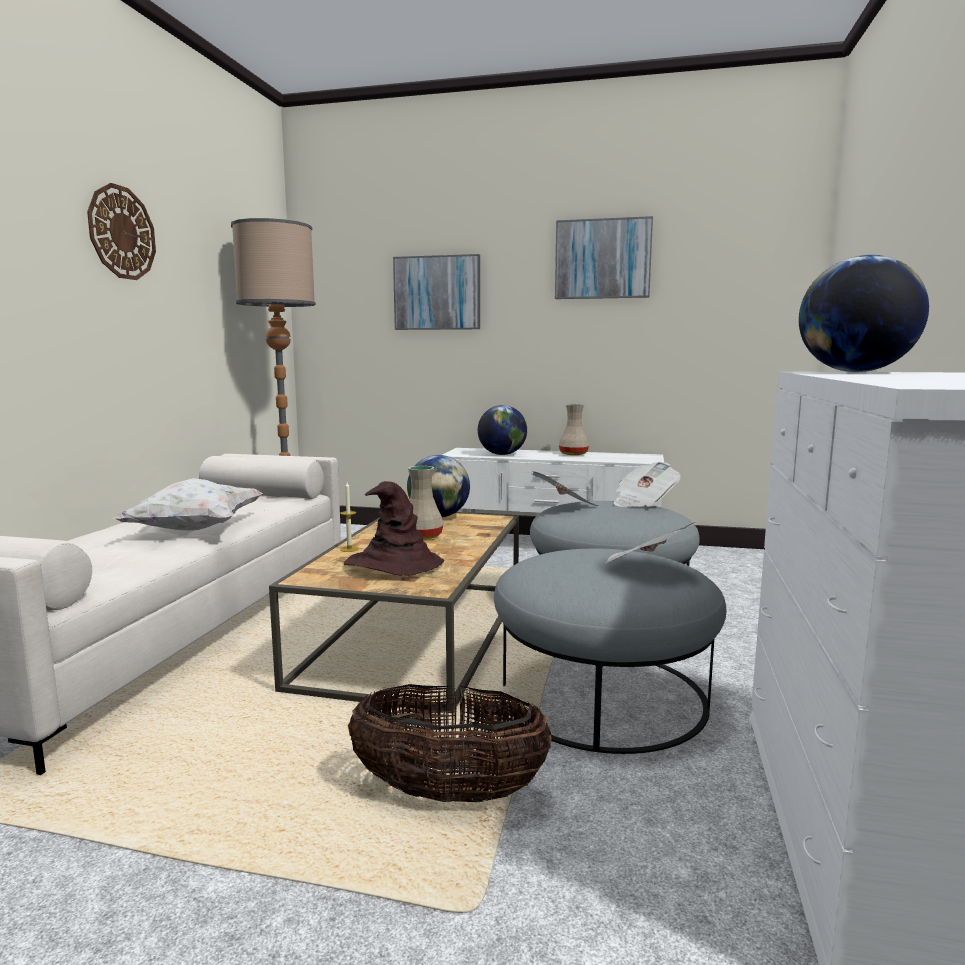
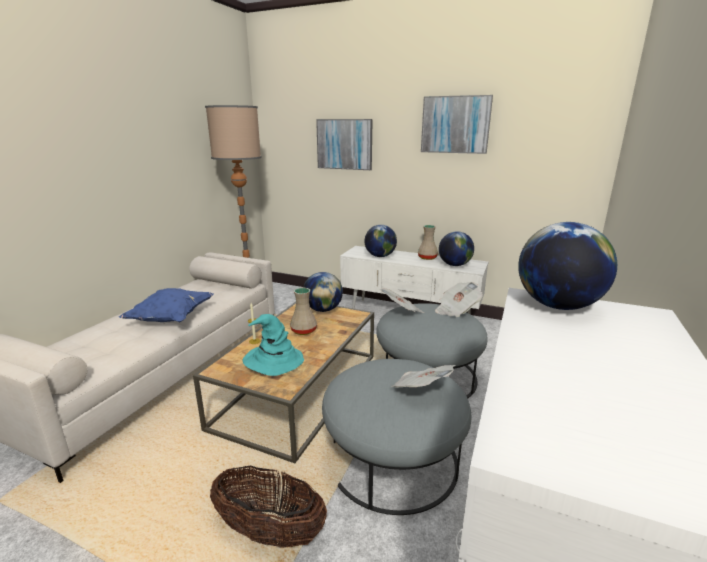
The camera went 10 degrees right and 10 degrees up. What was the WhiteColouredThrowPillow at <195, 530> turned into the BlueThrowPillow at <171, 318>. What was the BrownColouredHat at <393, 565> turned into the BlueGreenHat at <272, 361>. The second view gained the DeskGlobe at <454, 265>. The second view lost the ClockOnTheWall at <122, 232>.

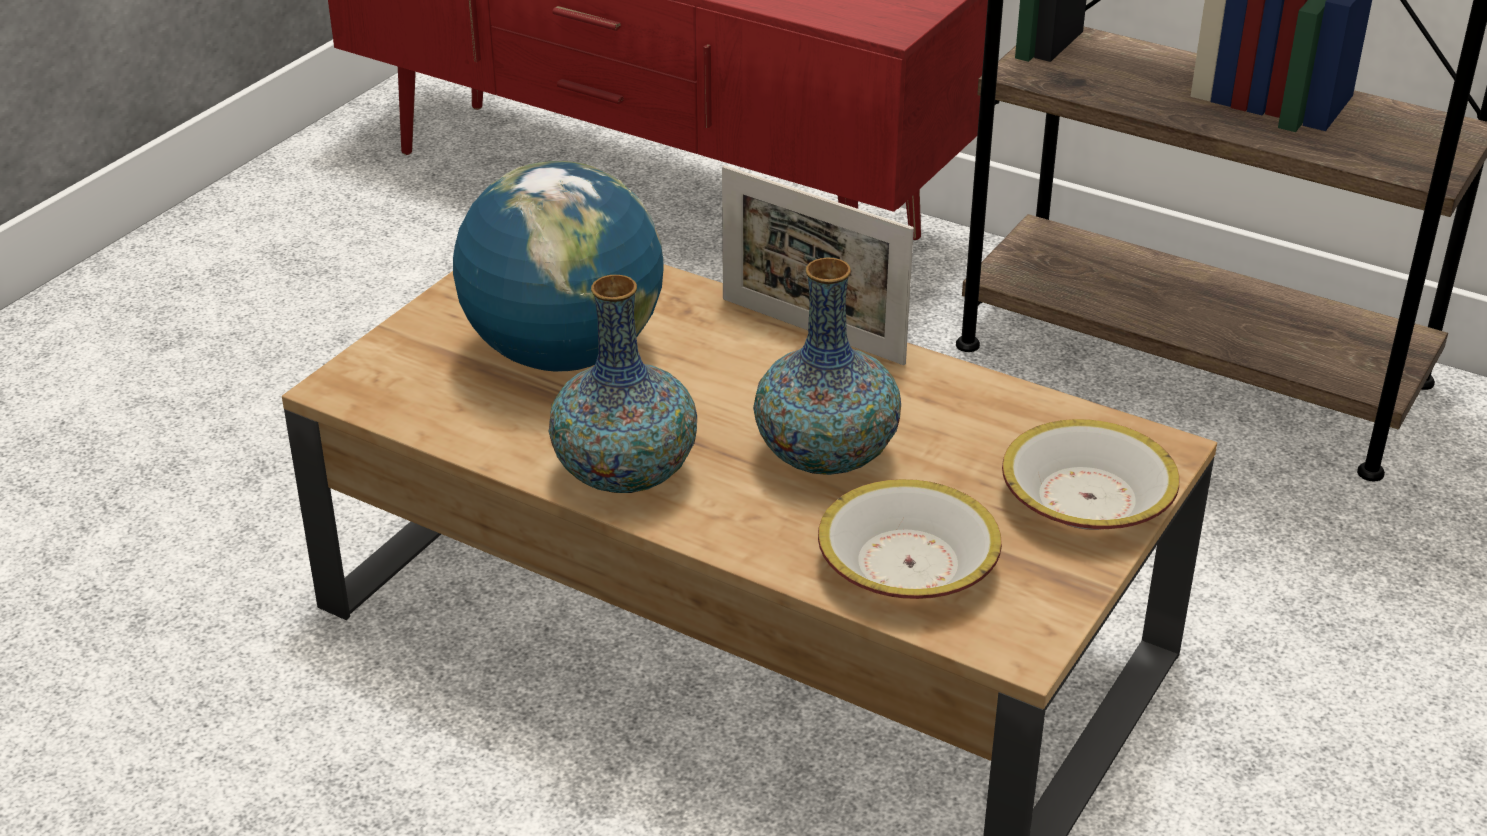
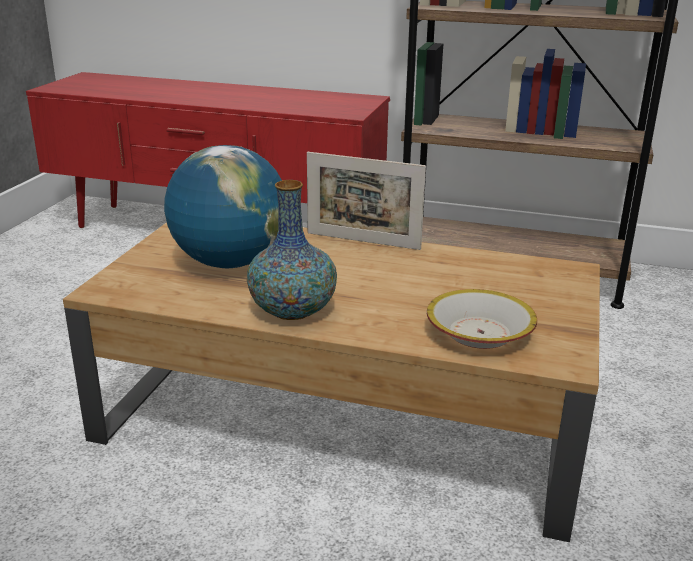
The camera went 15 degrees left and 10 degrees down. The second view lost the DecorativeVase at <826, 456>. The second view lost the Bowl at <1088, 499>.

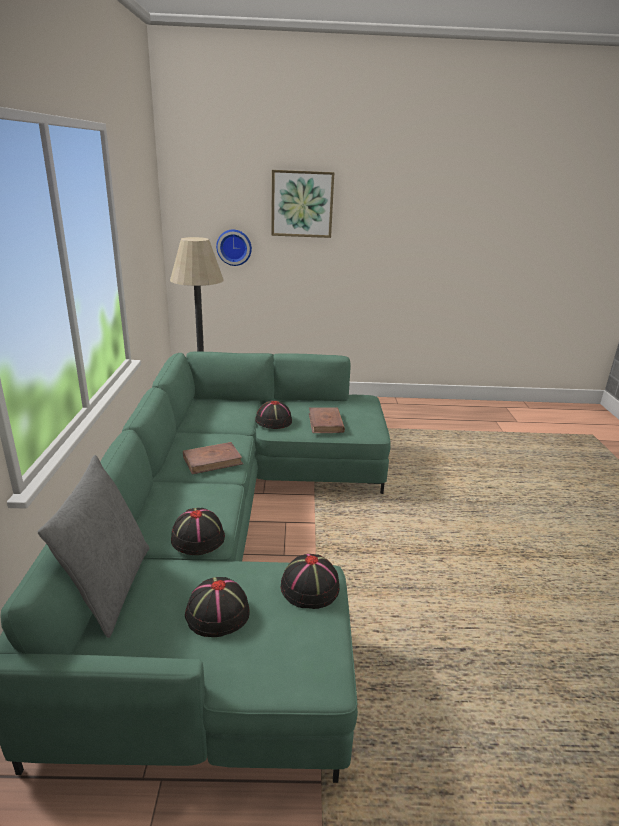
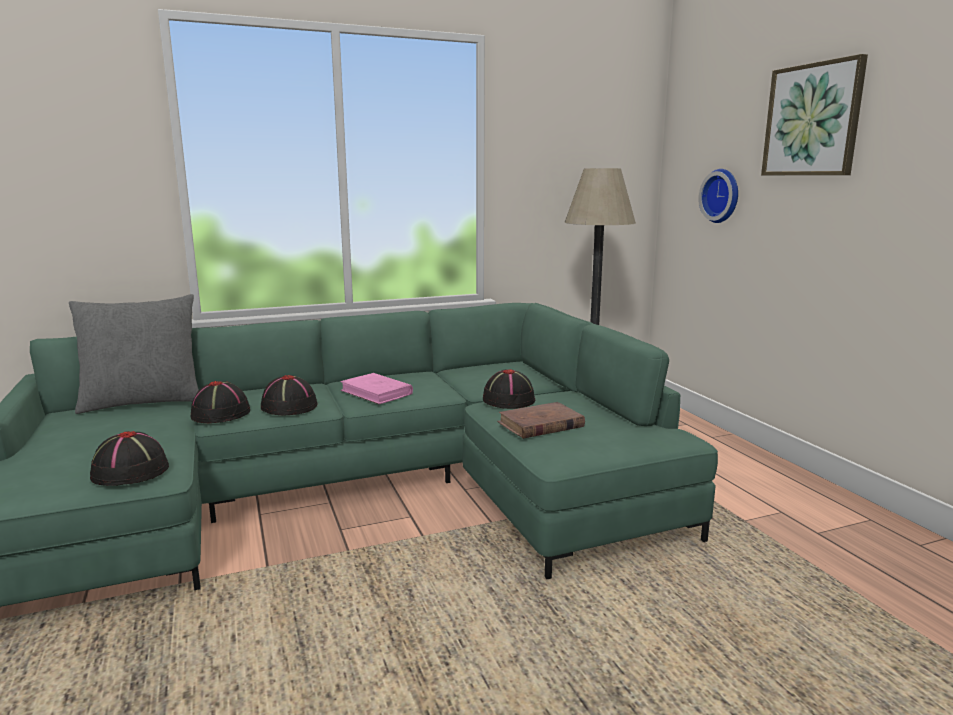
The camera went 70 degrees right and 10 degrees down. The BlackColouredHat ended up elsewhere, having gone from <217, 613> to <288, 406>. What was the BrownColouredVolume at <213, 460> turned into the PinkColouredVolume at <376, 392>.

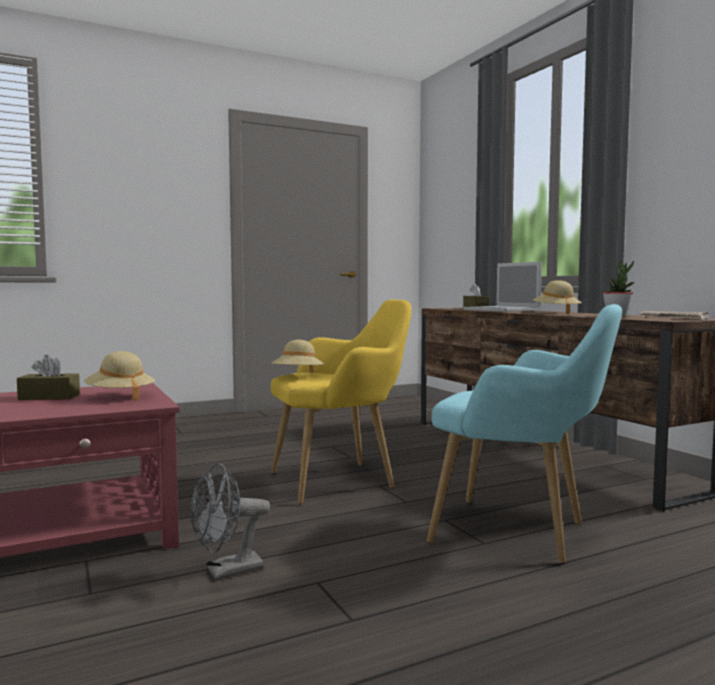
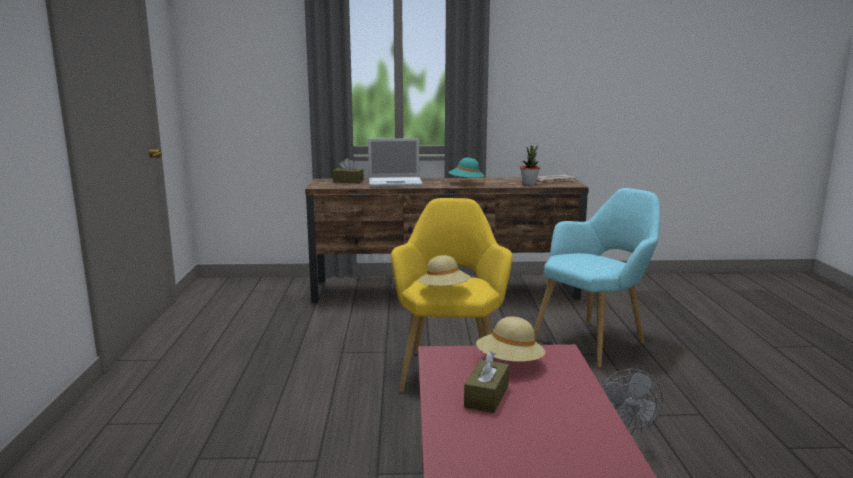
The camera went 65 degrees left and 10 degrees up. What was the BeigeHat at <556, 313> turned into the BlueGreenHat at <466, 183>.

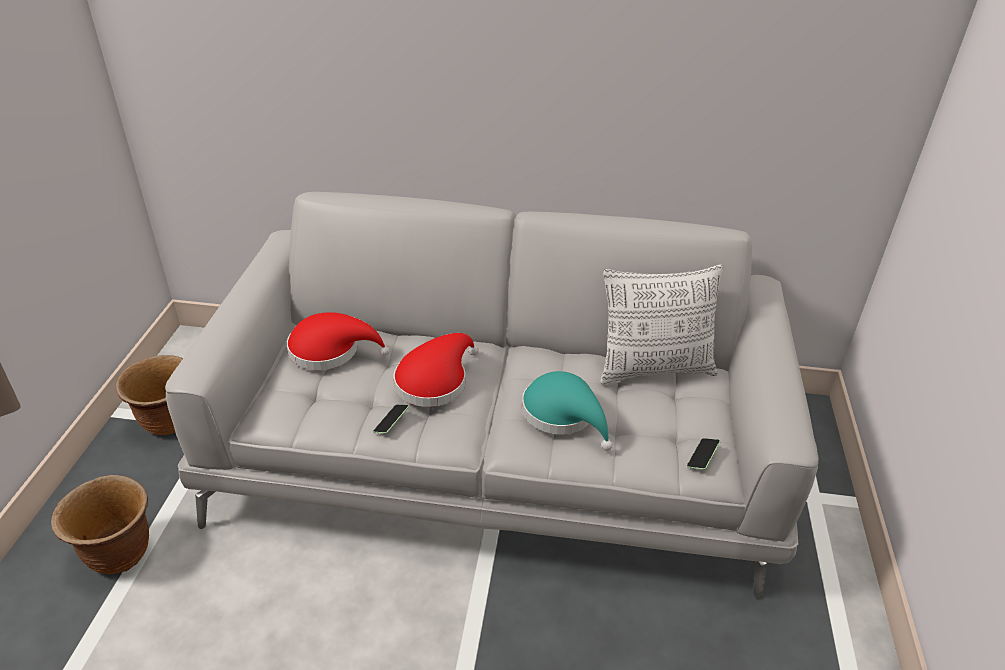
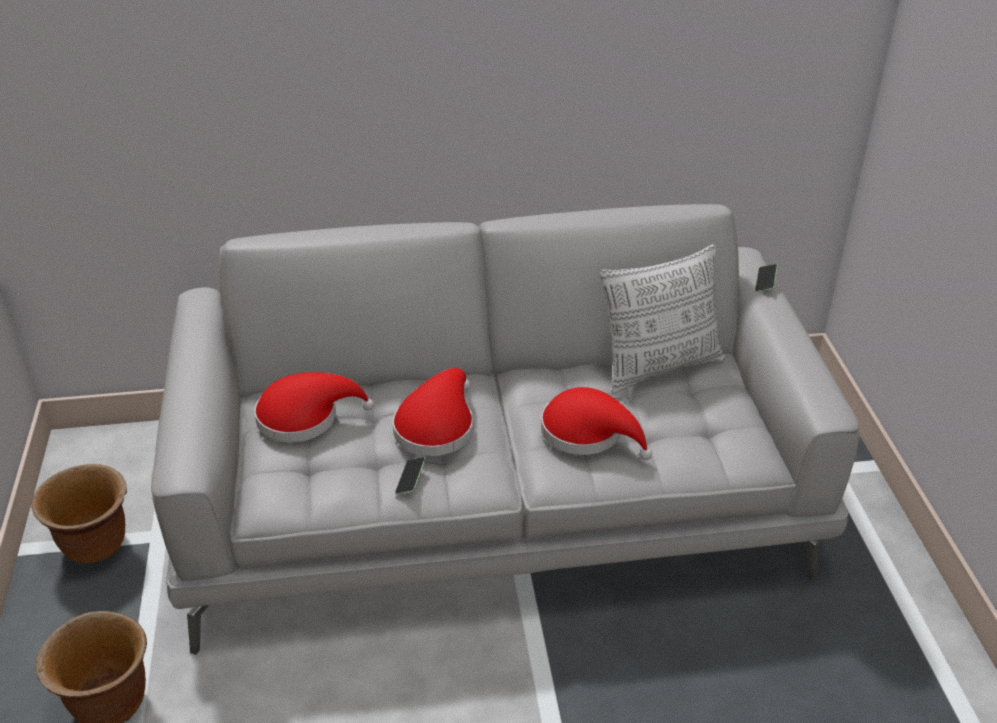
The camera went 15 degrees left and 0 degrees up. What was the BlueGreenHat at <563, 414> turned into the ReddishHat at <588, 433>. The Phone ended up elsewhere, having gone from <702, 458> to <765, 283>.

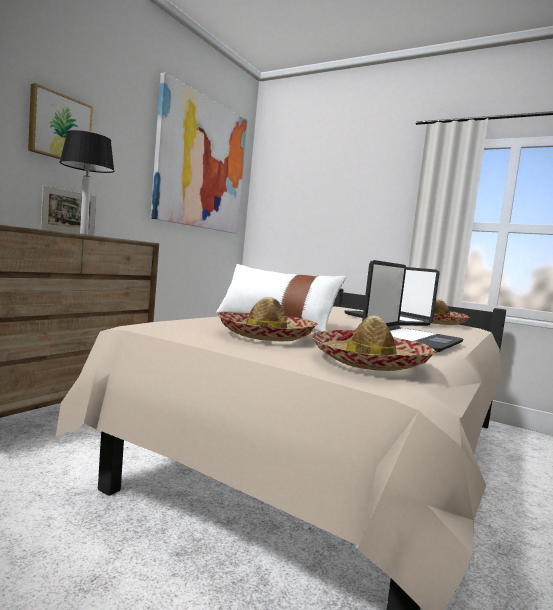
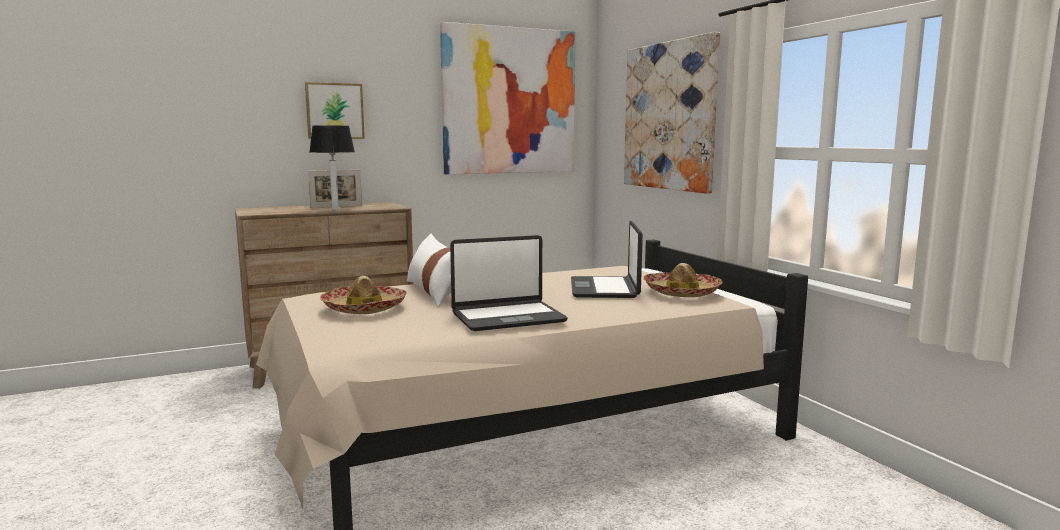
The camera went 35 degrees right and 5 degrees up. The second view gained the Picture at <669, 116>. The second view lost the Hat at <369, 362>.

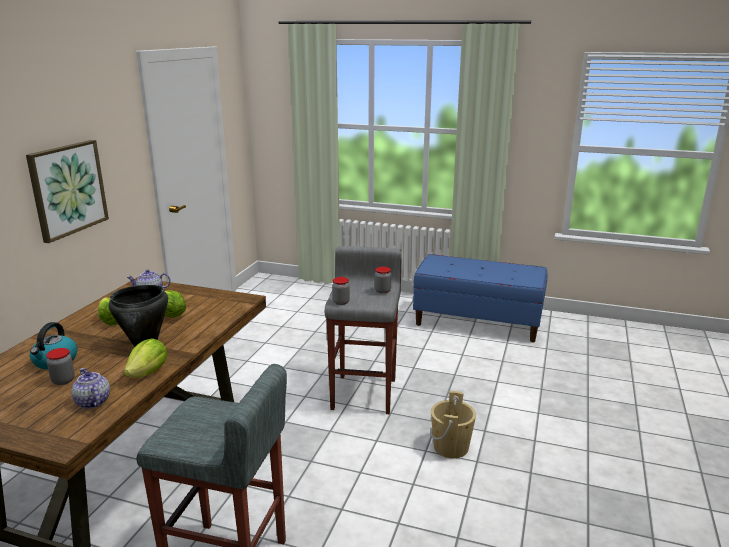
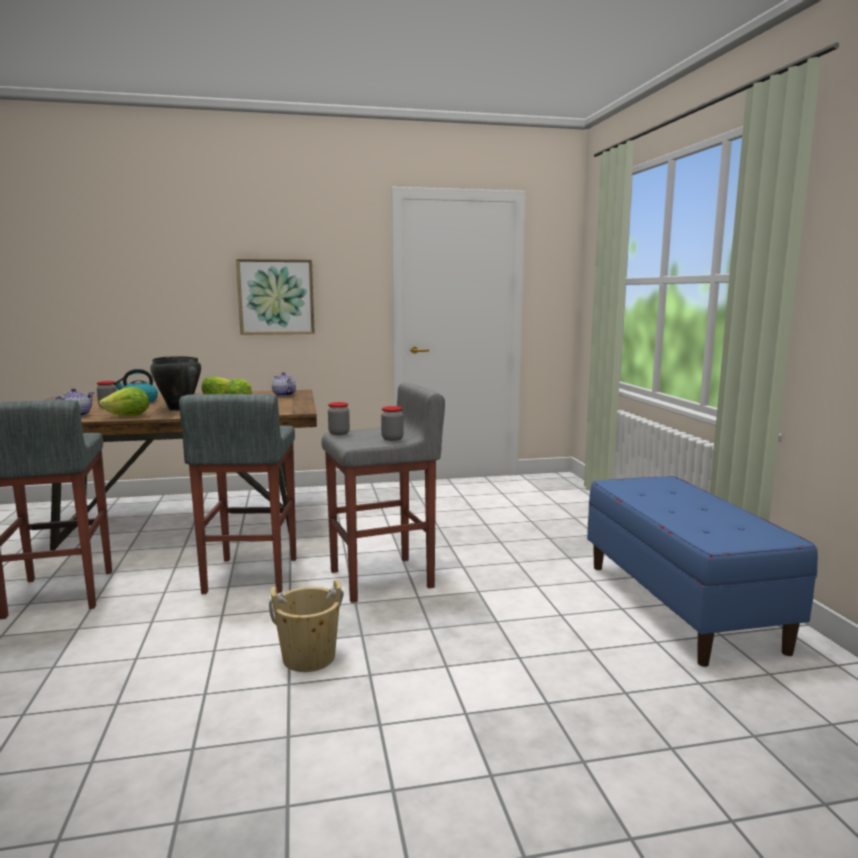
The camera went 60 degrees right and 10 degrees down. The second view gained the GraySittingStool at <249, 576>.

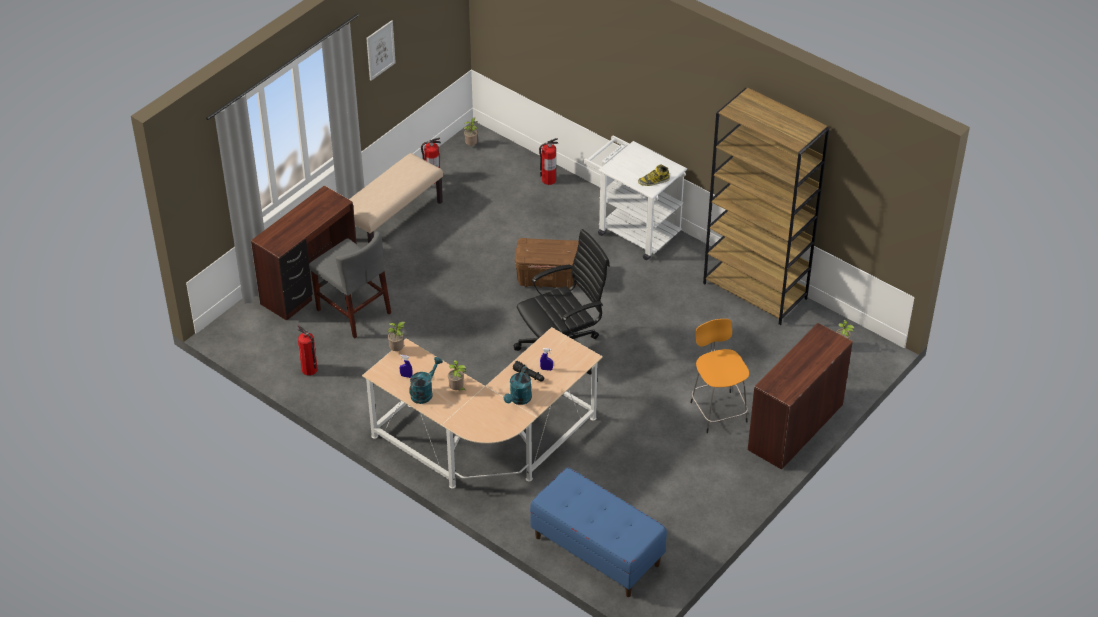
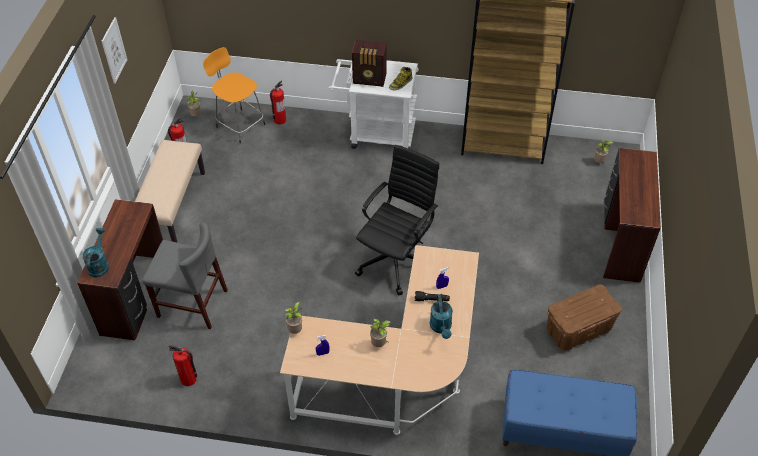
The camera went 30 degrees left and 5 degrees up. The BlueGreenWateringCan ended up elsewhere, having gone from <424, 392> to <99, 264>. The OrangeColouredSittingStool ended up elsewhere, having gone from <718, 410> to <239, 125>. The second view gained the Radio at <370, 79>. The BrownColouredStorageContainer ended up elsewhere, having gone from <549, 278> to <578, 329>.

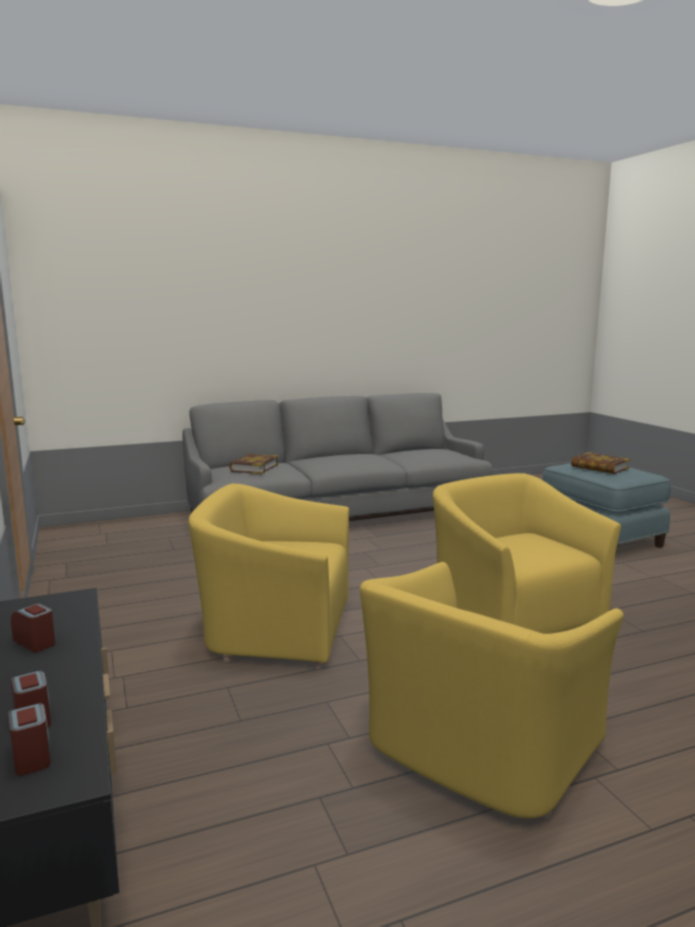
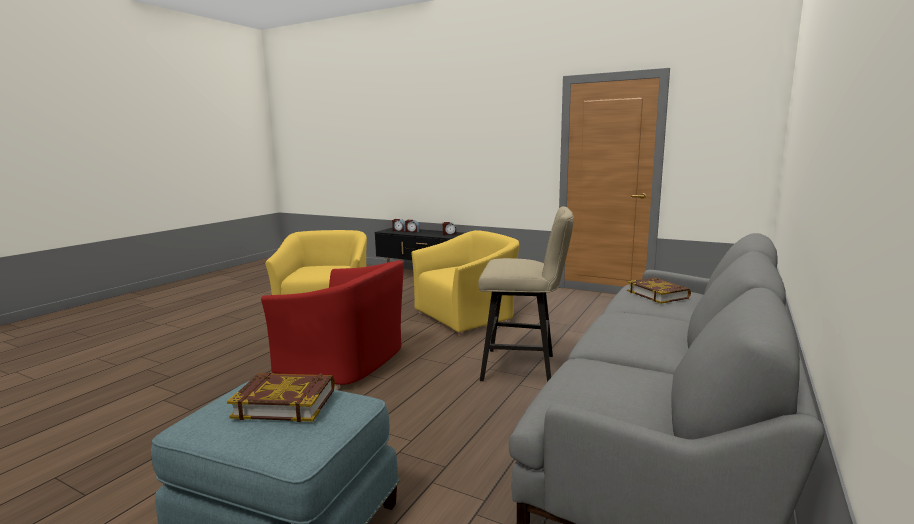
The camera went 140 degrees right and 0 degrees up. What was the YellowColouredEasyChair at <513, 616> turned into the ReddishEasyChair at <345, 363>. The second view gained the BeigeSittingStool at <524, 367>.

